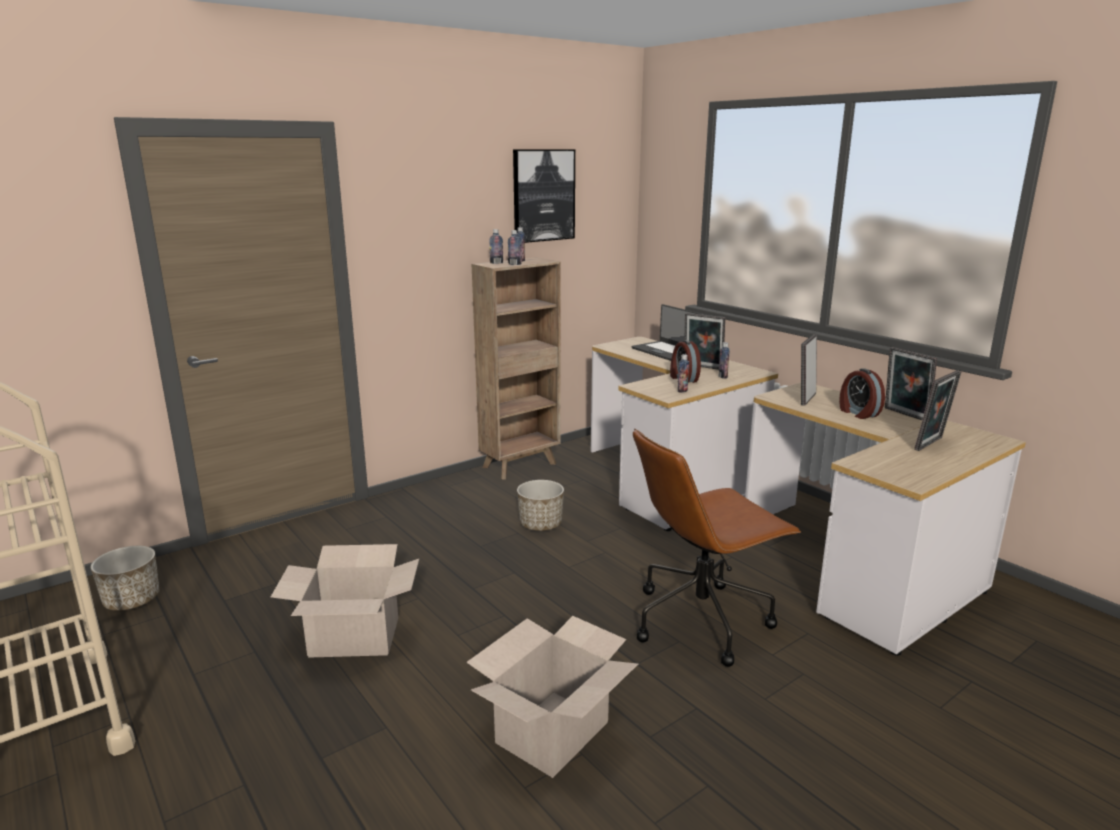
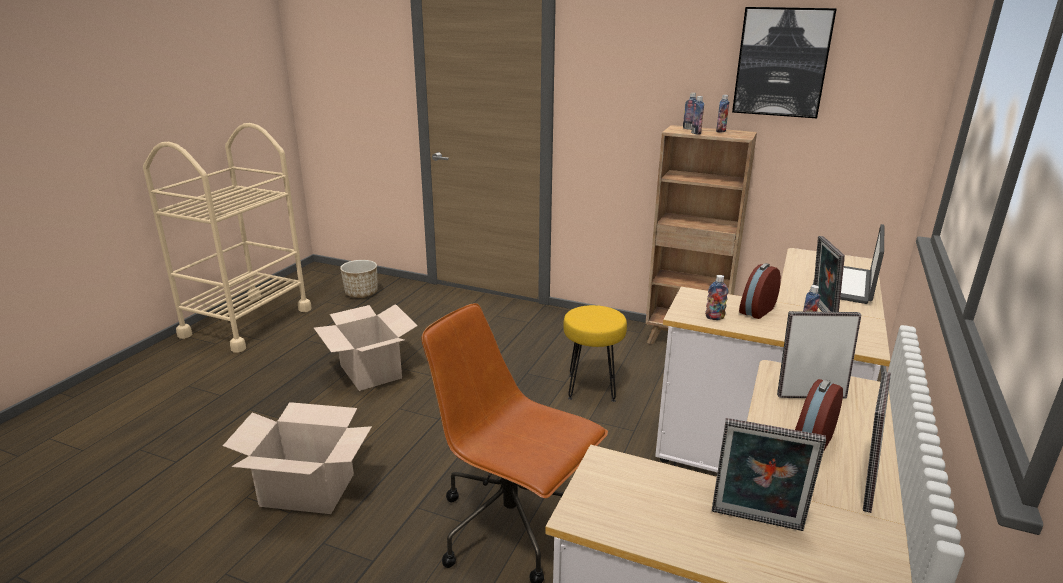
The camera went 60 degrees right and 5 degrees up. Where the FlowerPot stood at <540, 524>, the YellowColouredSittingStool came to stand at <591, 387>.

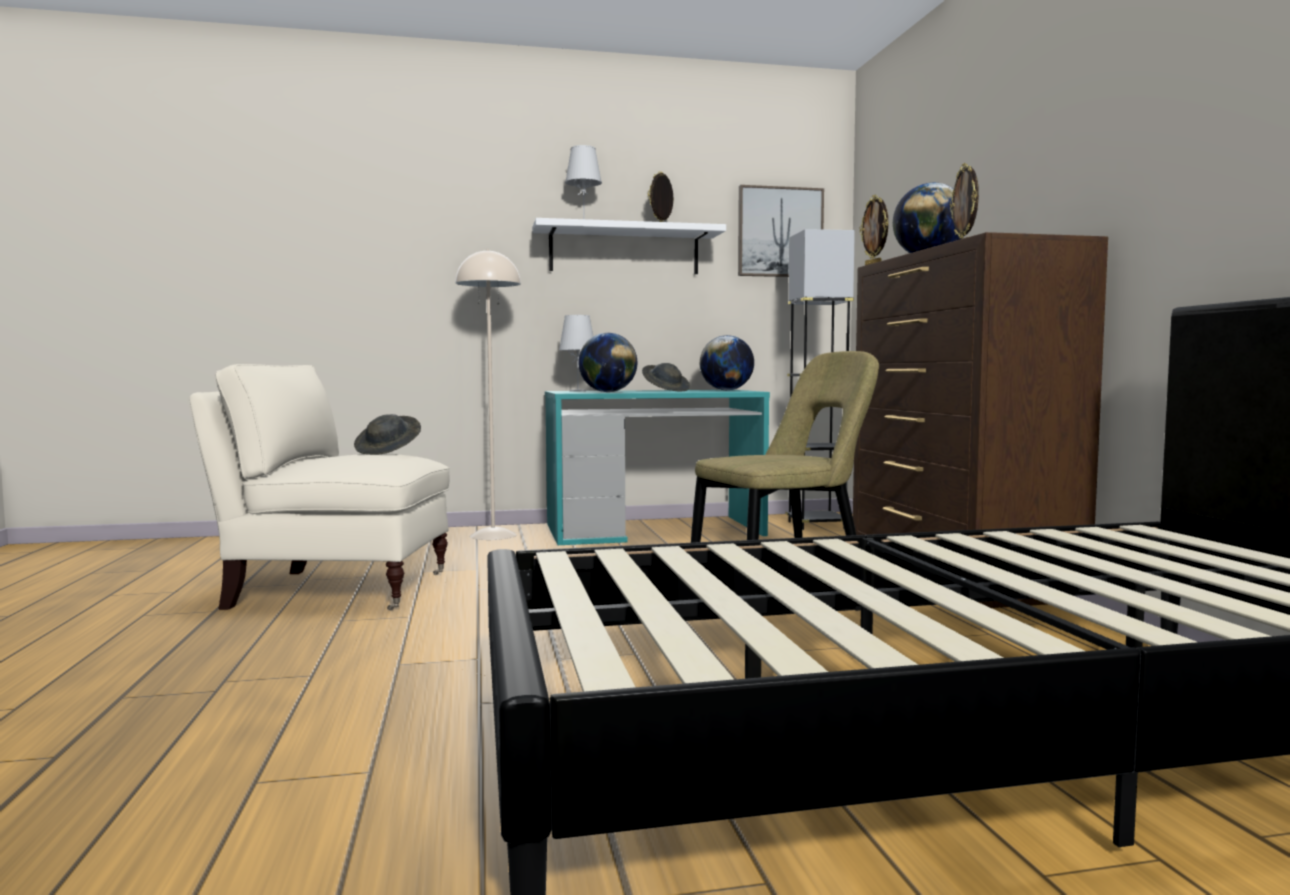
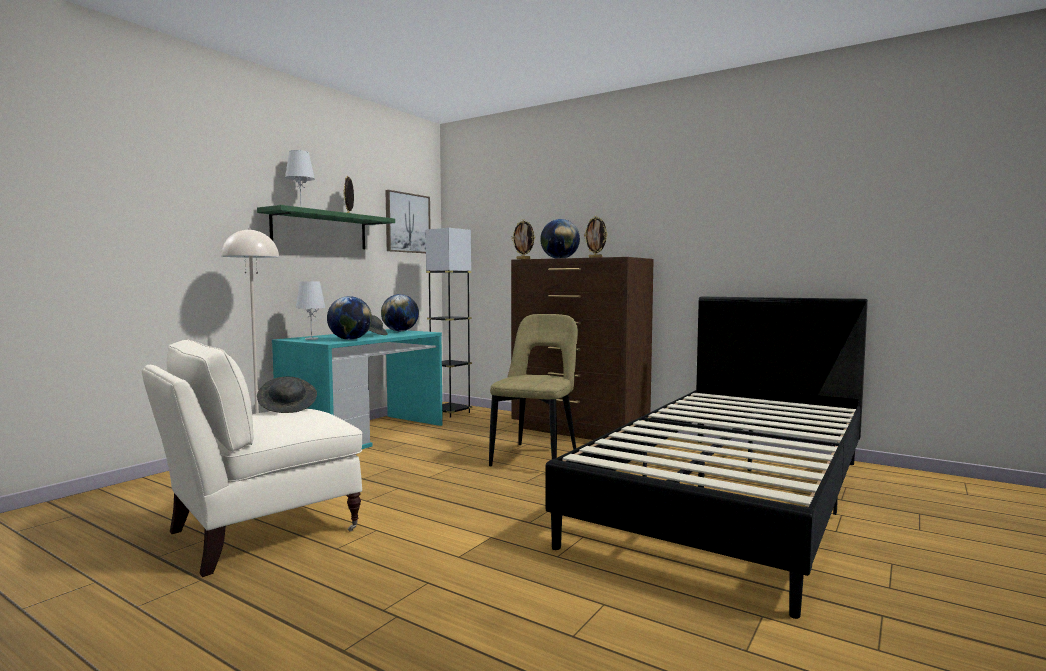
The camera went 45 degrees left and 0 degrees up. What was the WhiteColouredShelf at <624, 251> turned into the GreenishShelf at <320, 230>.

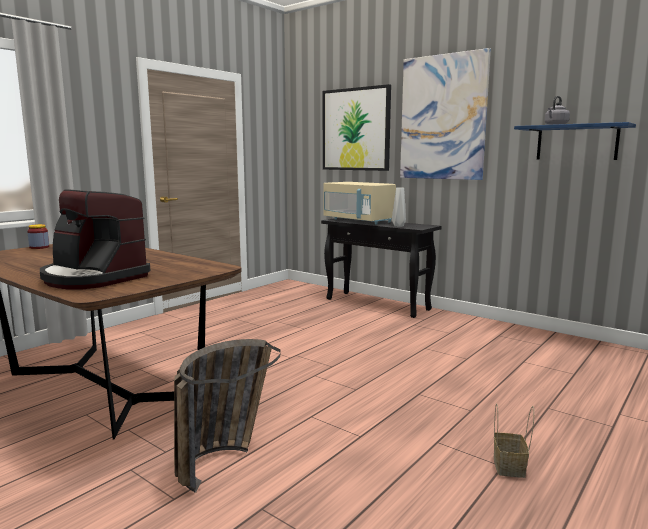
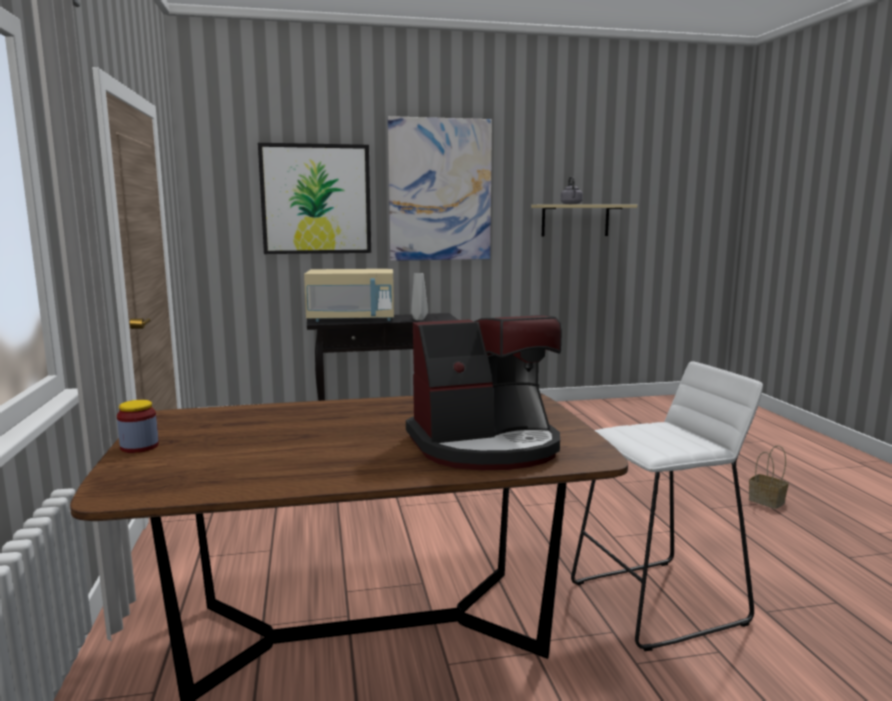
The camera went 50 degrees left and 0 degrees up. What was the BlueShelf at <576, 142> turned into the BeigeShelf at <575, 220>. Where the Basket stood at <224, 458>, the WhiteColouredSittingStool came to stand at <659, 603>.

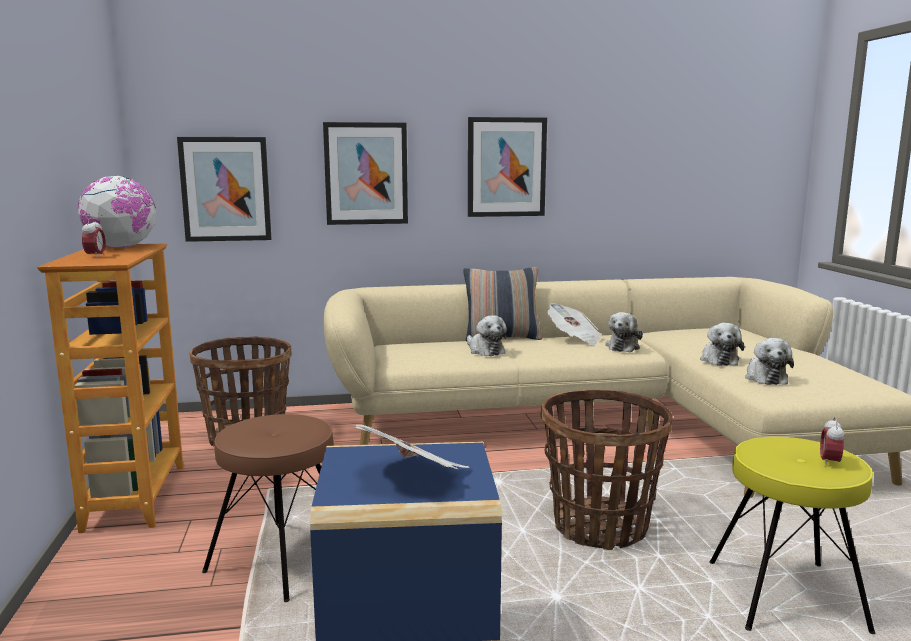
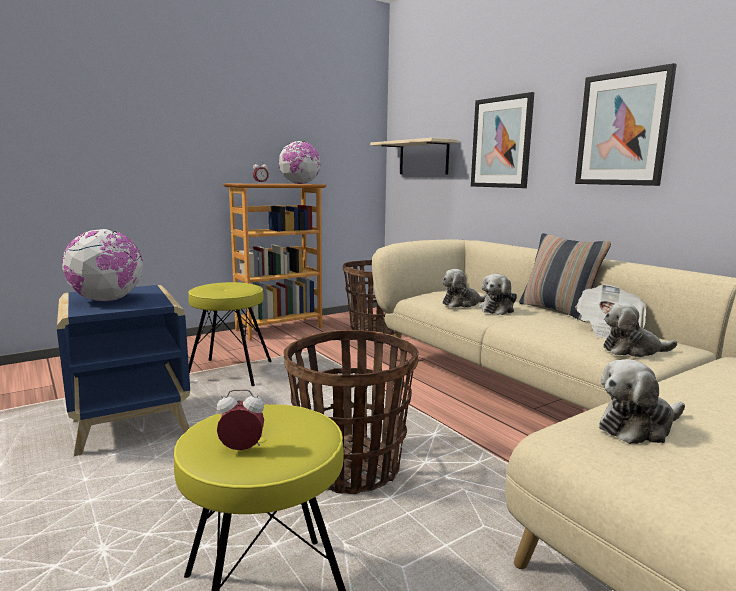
The camera went 65 degrees right and 0 degrees up. Where the DailyPaper stood at <412, 477>, the DeskGlobe came to stand at <107, 300>. What was the BrownColouredSittingStool at <281, 559> turned into the YellowColouredSittingStool at <230, 372>. Where the Picture hung at <225, 189>, the BeigeShelf came to hang at <423, 158>. The CuddlyToy ended up elsewhere, having gone from <718, 359> to <462, 304>.

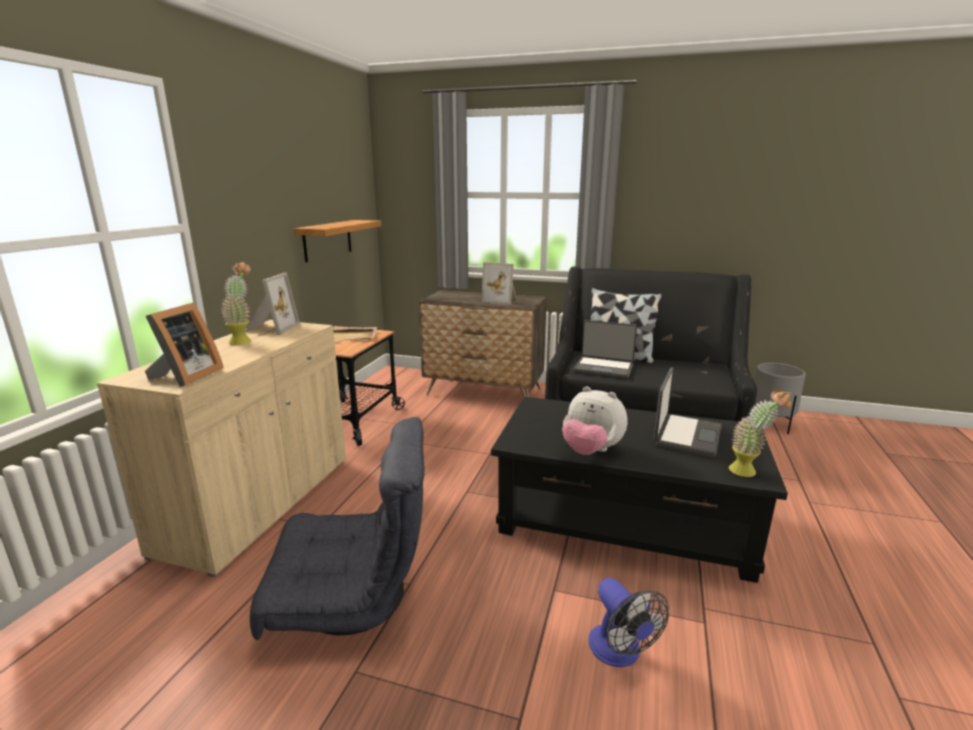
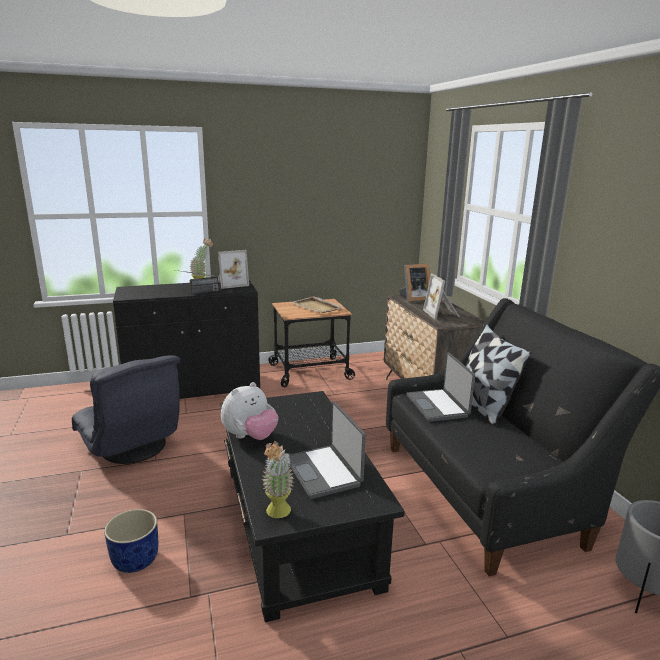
The camera went 55 degrees right and 0 degrees up. Where the Fan stood at <620, 653>, the BlueFlowerPot came to stand at <136, 559>. What was the BeigeStorageCabinet at <259, 503> turned into the BlackColouredStorageCabinet at <194, 388>. The second view gained the Radio at <197, 292>. The CuddlyToy at <591, 451> ended up facing another way, 135 degrees counterclockwise from before. The NotebookComputer at <686, 435> ended up facing another way, 75 degrees clockwise from before. The PhotoFrame ended up elsewhere, having gone from <186, 377> to <414, 298>. The second view lost the Shelf at <327, 240>.

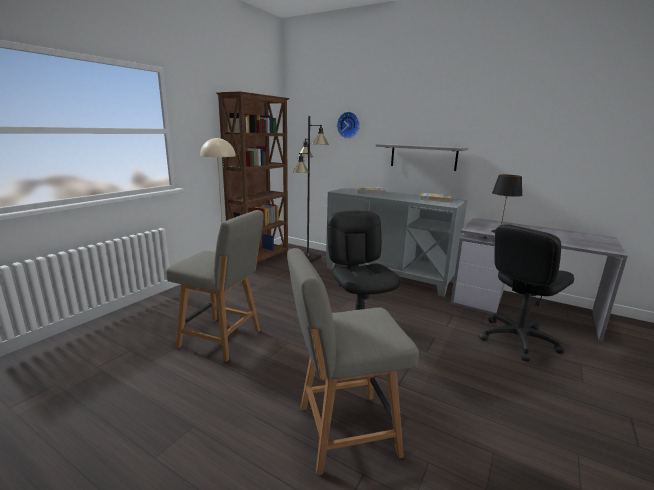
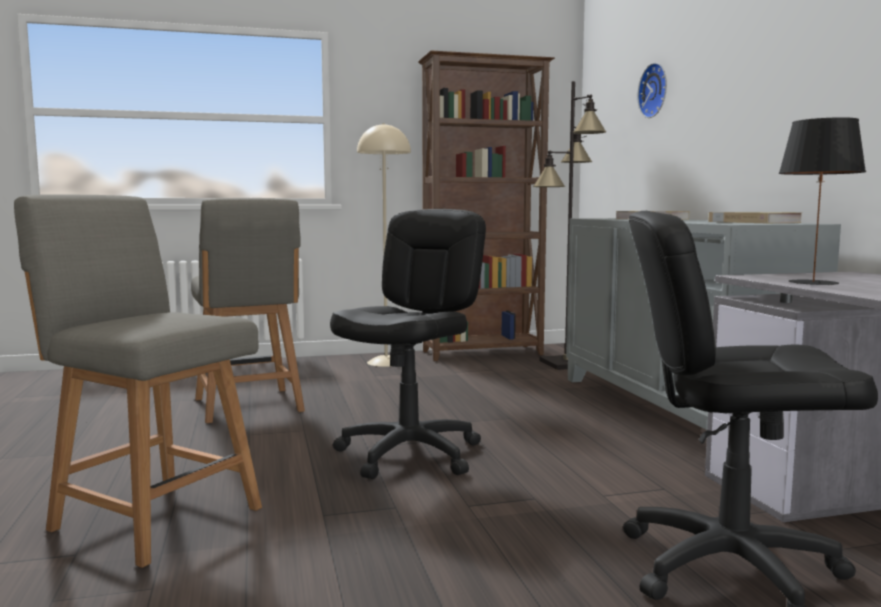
The camera went 45 degrees right and 10 degrees down. The second view lost the GrayShelf at <423, 156>.

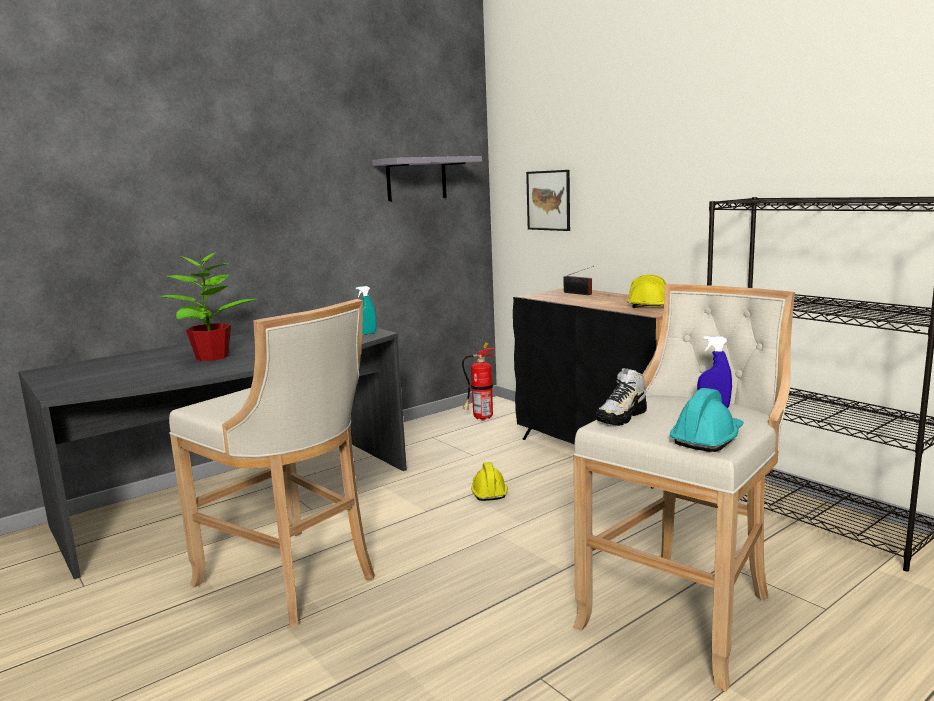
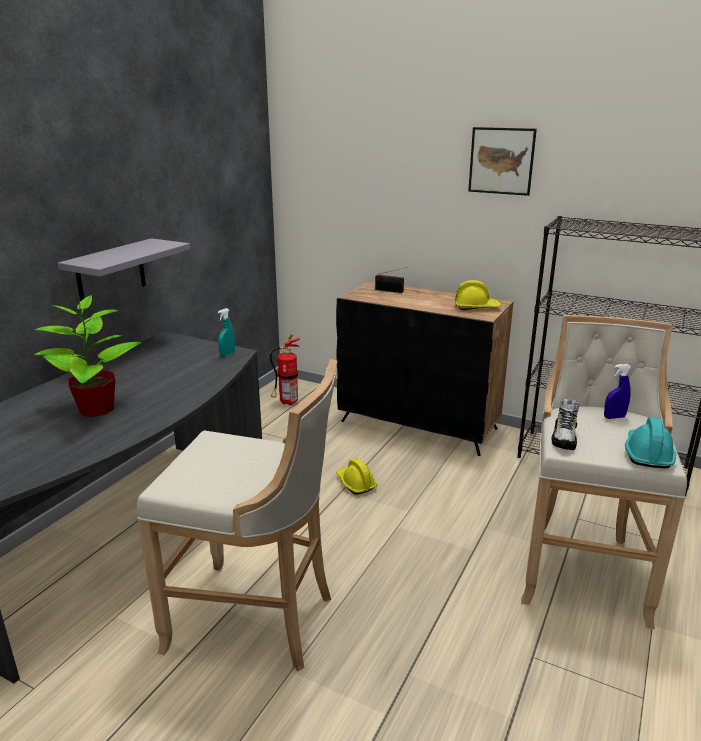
The camera went 25 degrees left and 10 degrees up. The GrayShelf ended up elsewhere, having gone from <416, 179> to <111, 272>. The Picture ended up elsewhere, having gone from <548, 200> to <501, 161>.

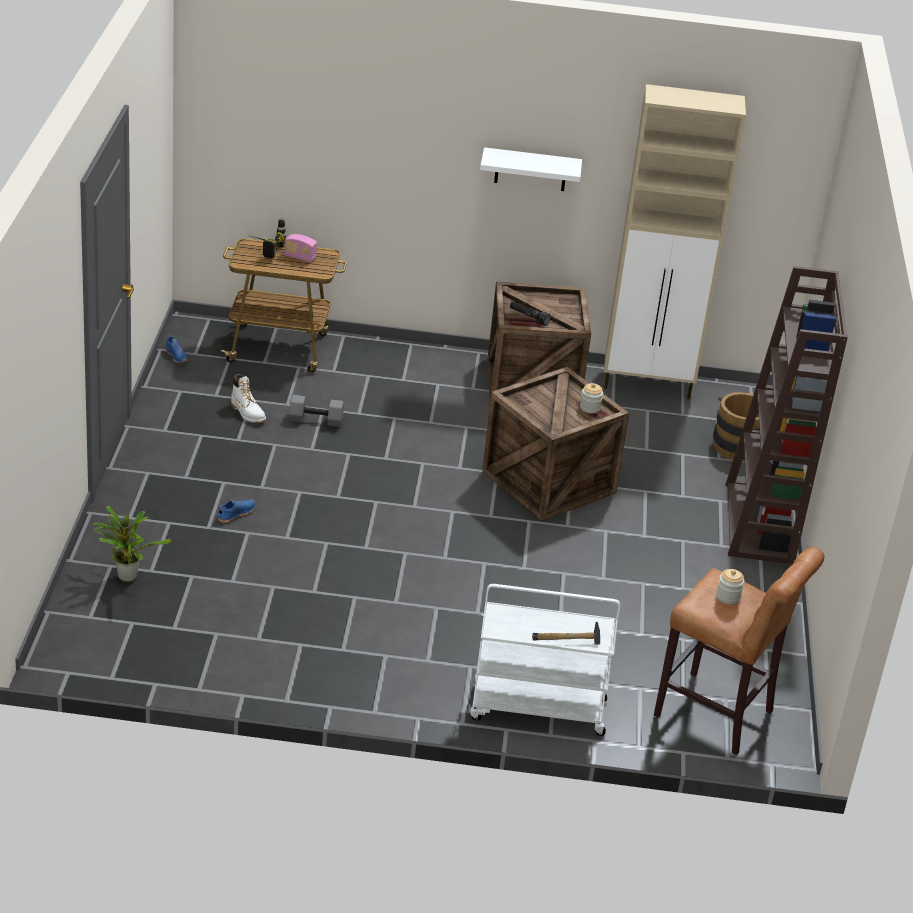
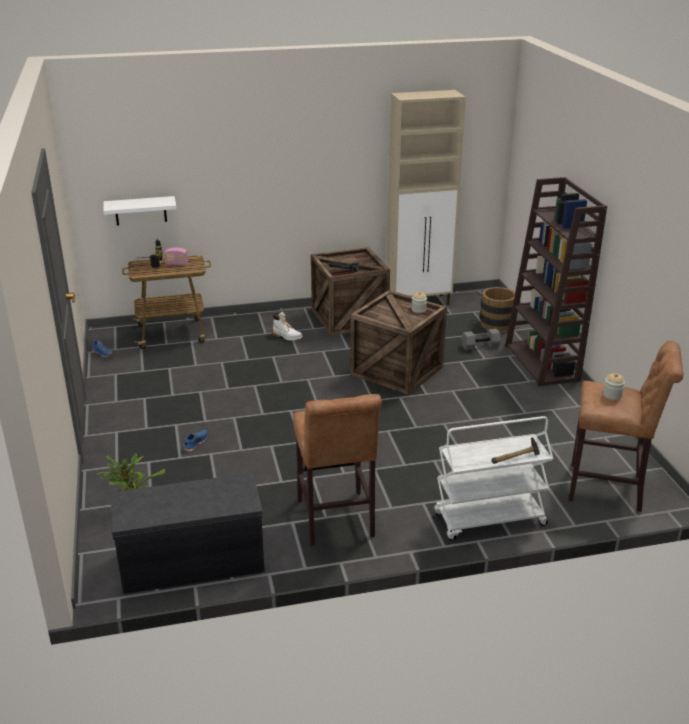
The camera went 15 degrees left and 5 degrees down. The WhiteColouredShelf ended up elsewhere, having gone from <531, 169> to <140, 210>. The second view gained the GrayIndoorBench at <191, 562>. The WhiteColouredHighTopBoot ended up elsewhere, having gone from <248, 413> to <287, 336>. The second view gained the BrownColouredSittingStool at <336, 521>. The GrayDumbbell ended up elsewhere, having gone from <316, 420> to <480, 346>.

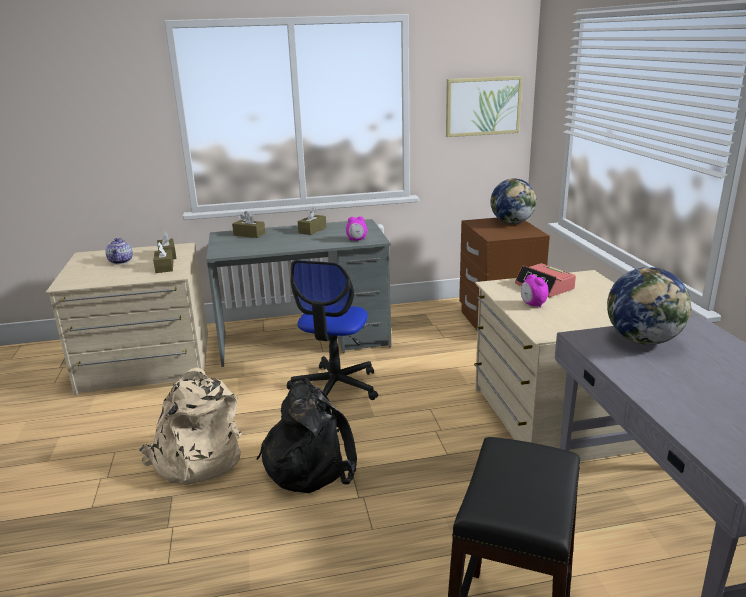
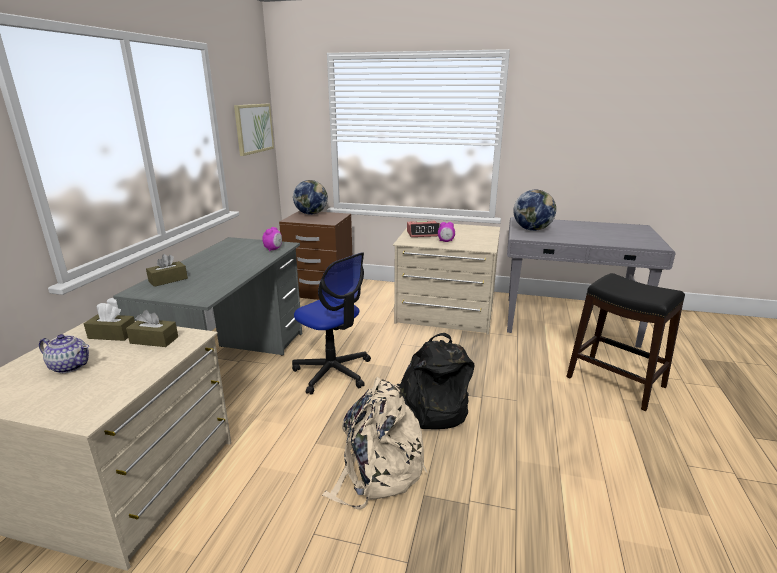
The camera went 65 degrees left and 0 degrees up. The second view lost the BrownColouredBoxOfTissues at <312, 230>.

